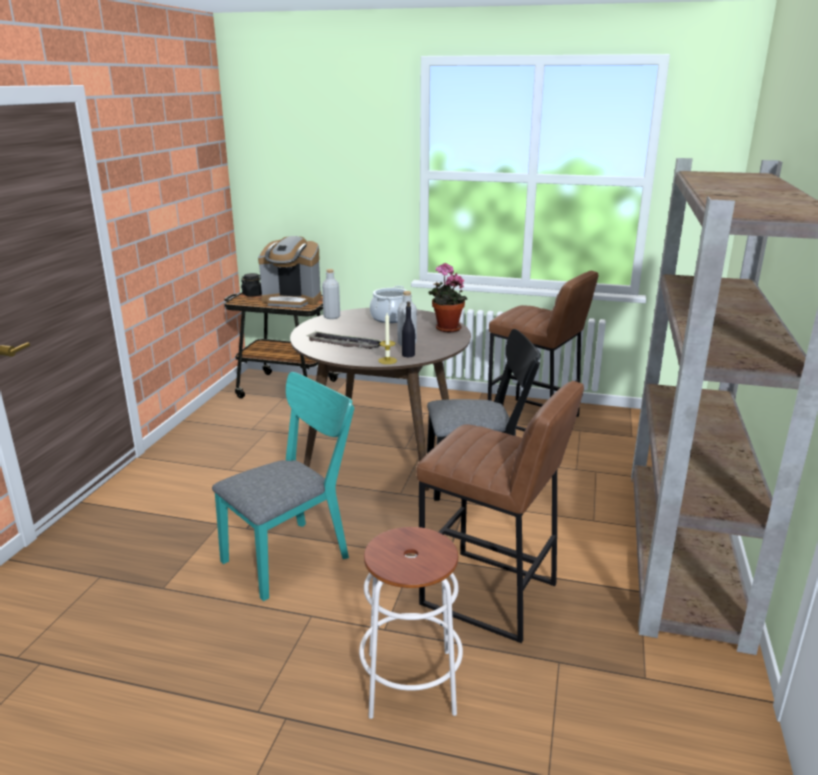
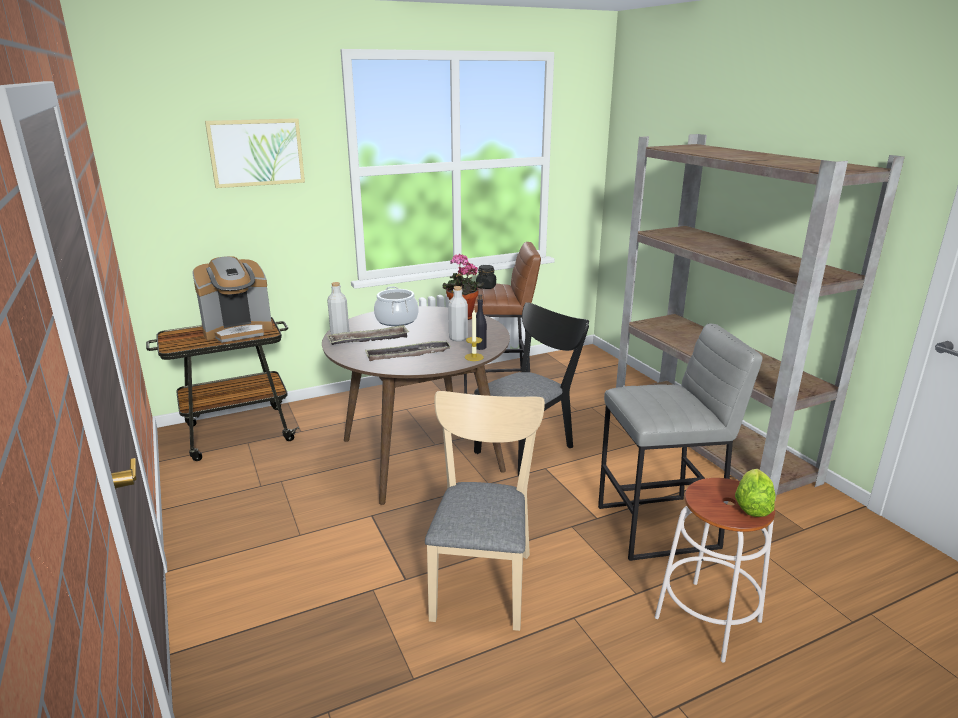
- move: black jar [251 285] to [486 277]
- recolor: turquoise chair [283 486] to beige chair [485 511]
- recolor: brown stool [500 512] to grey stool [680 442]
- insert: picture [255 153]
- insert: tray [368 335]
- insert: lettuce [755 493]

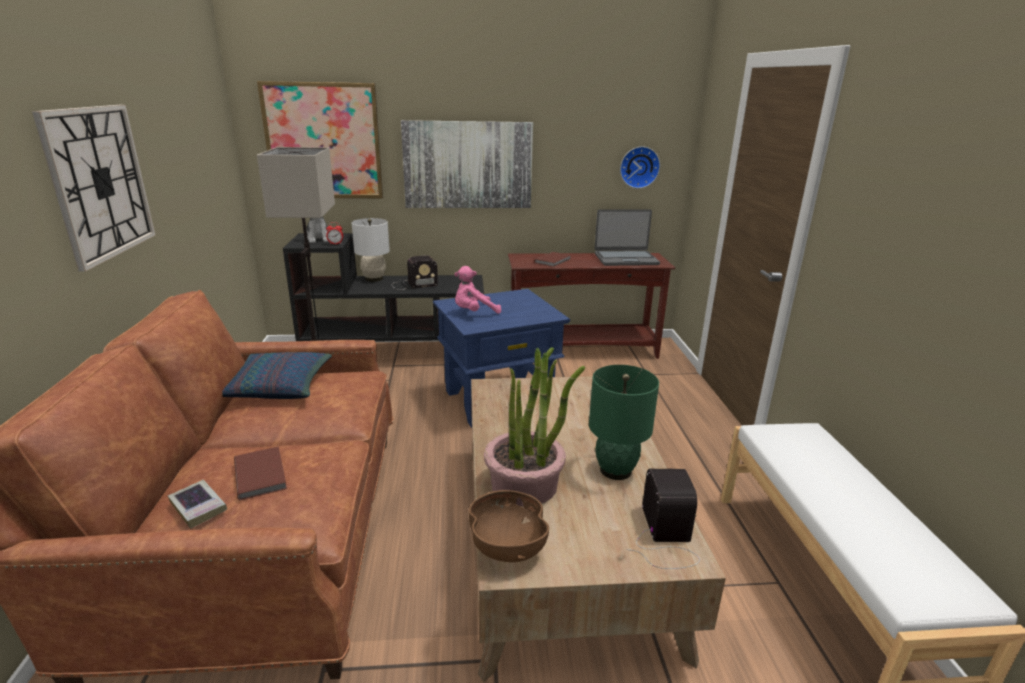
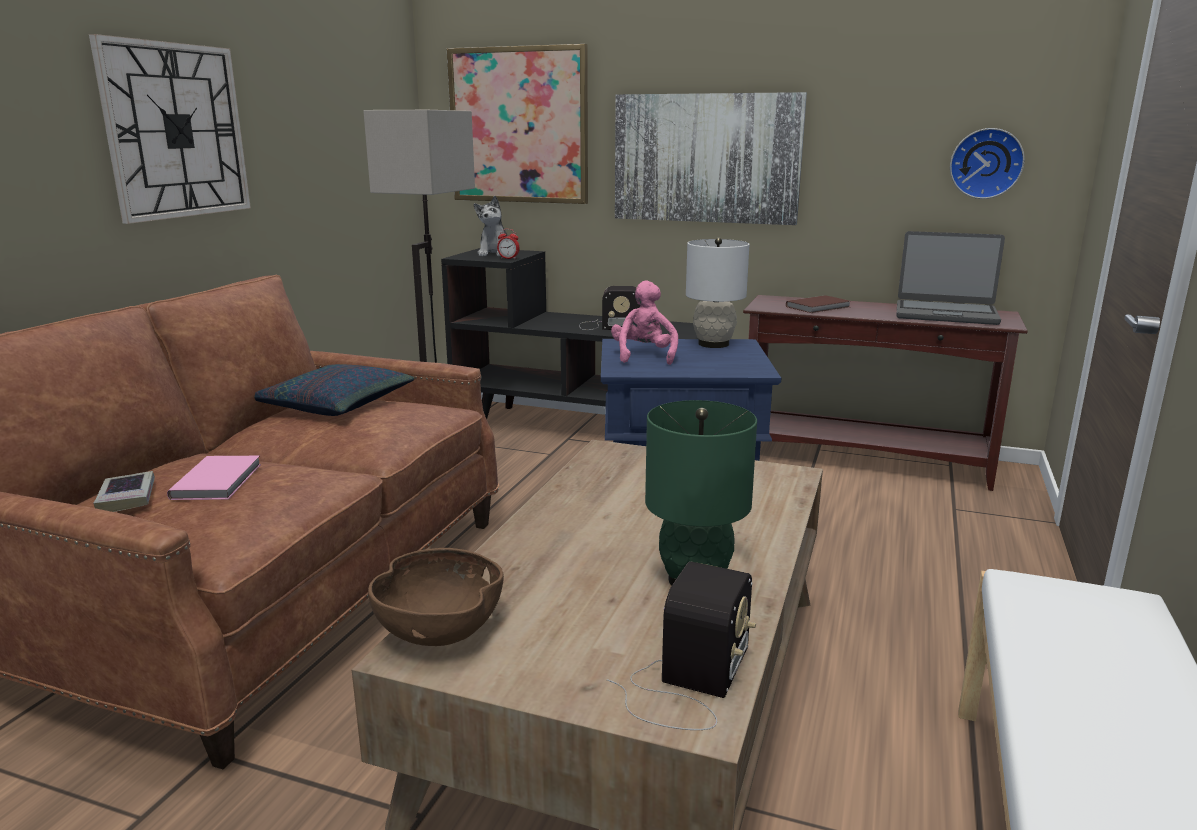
- move: white table lamp [371 250] to [717 293]
- rotate: pink plush toy [477 290] = [644 323] 90 degrees clockwise
- delete: potted plant [534 426]
- recolor: brown book [260 473] to pink book [214 478]

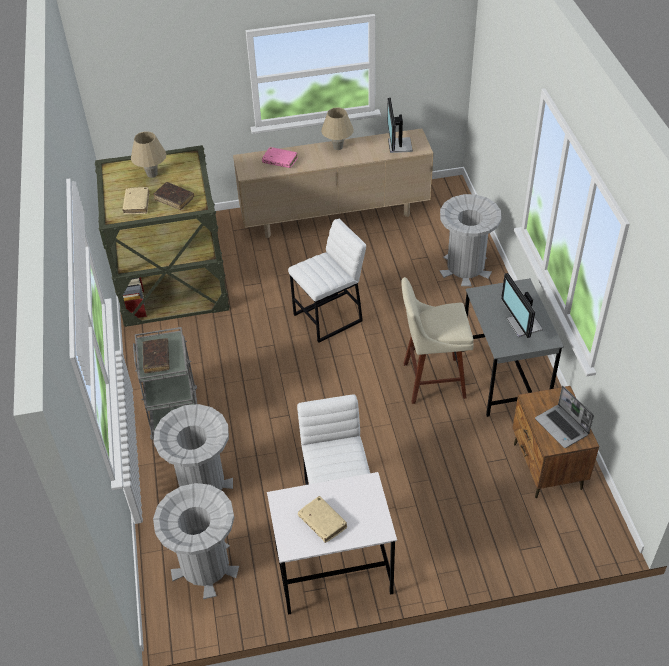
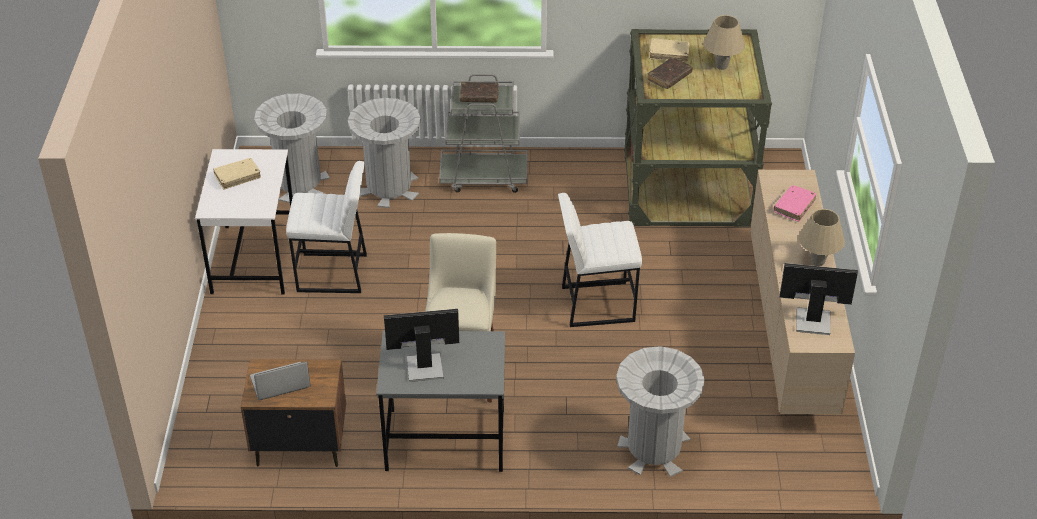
- rotate: white chair [327 281] = [600 260] 105 degrees clockwise

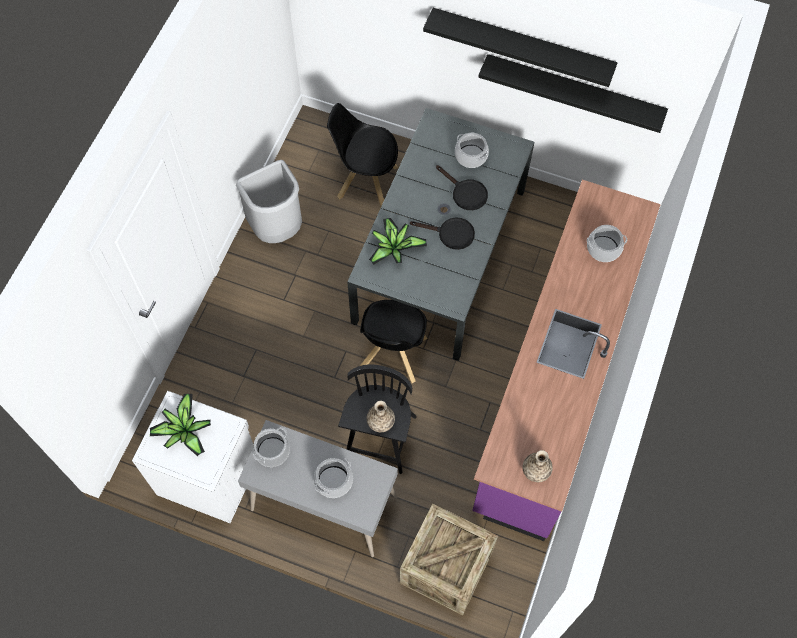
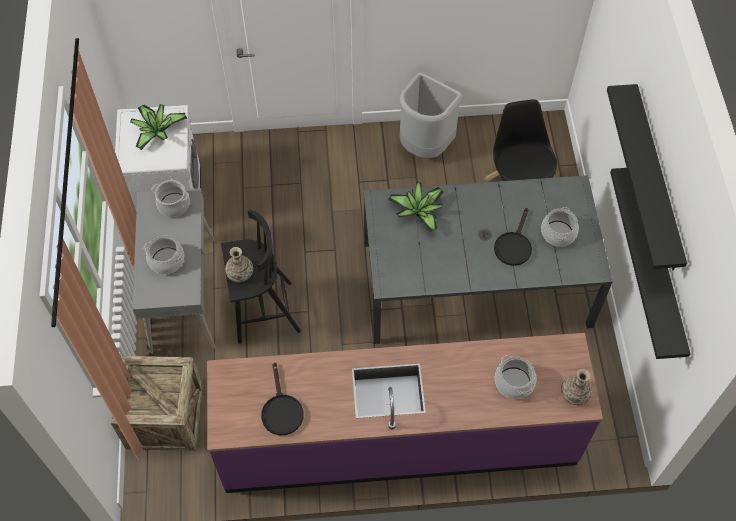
- move: black frying pan [442 233] to [282 398]
- delete: black chair [394 341]
- move: vase [537 466] to [576 387]

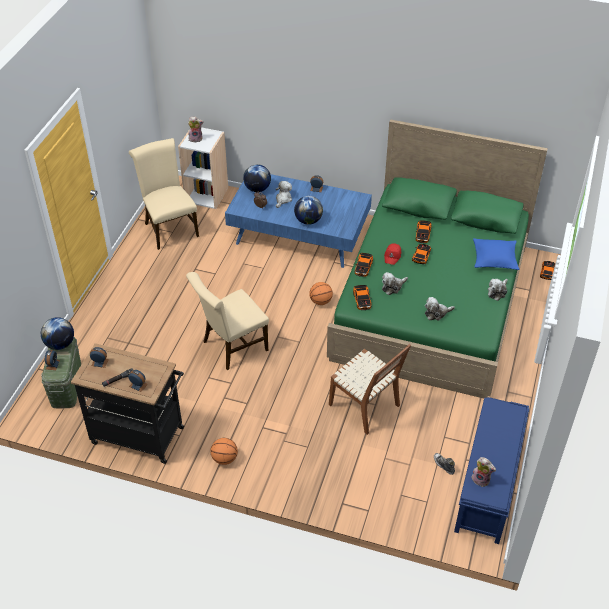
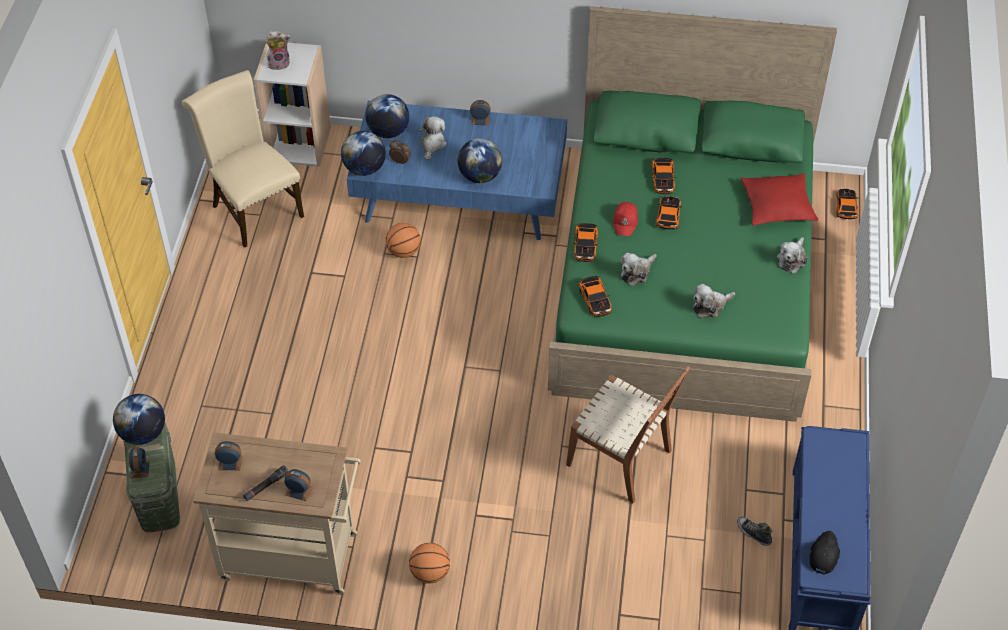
- recolor: blue pillow [496 254] to red pillow [779 199]
- delete: beige chair [227 321]
- move: basketball [321 293] to [403 240]
- recolor: black cart [127 403] to beige cart [277 514]
- replace: plush toy [483 472] to black cap [825 553]
- insert: globe [363 153]

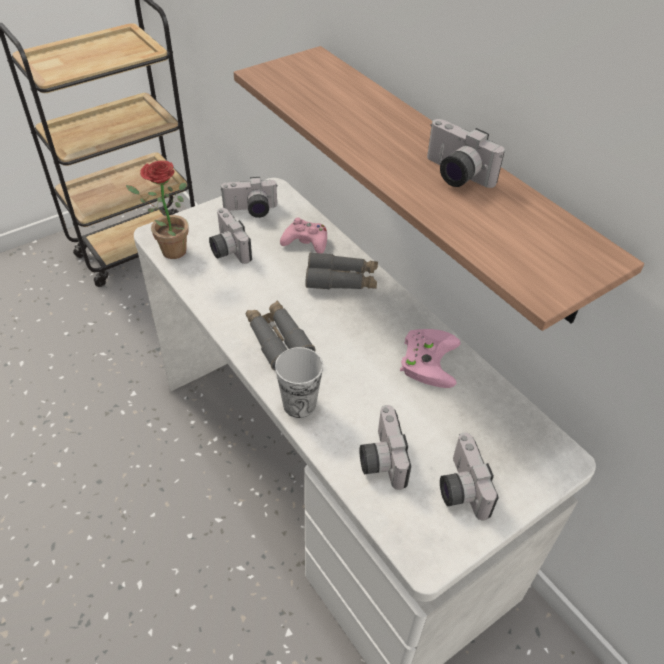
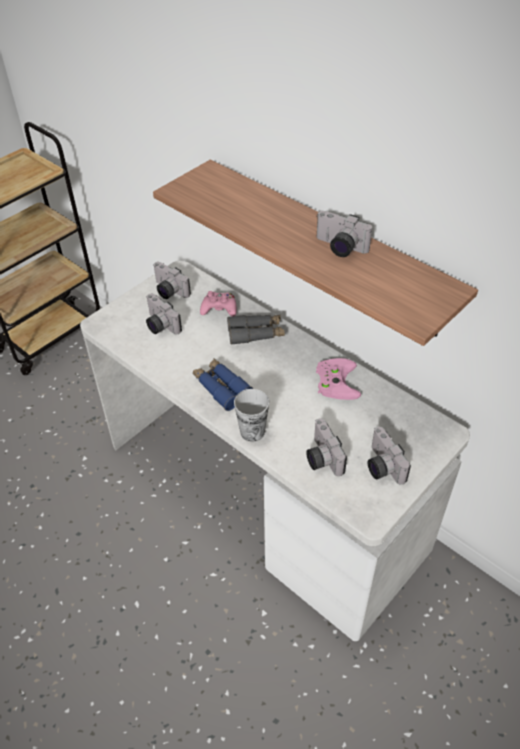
- delete: potted plant [157 210]
- rotate: photo camera [249 197] = [172 280] 60 degrees clockwise
- recolor: grey binoculars [281 335] to blue binoculars [223 385]

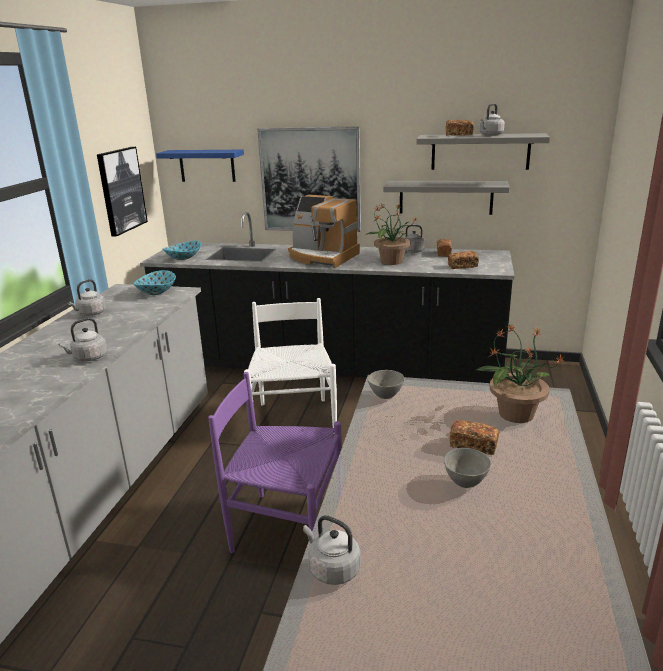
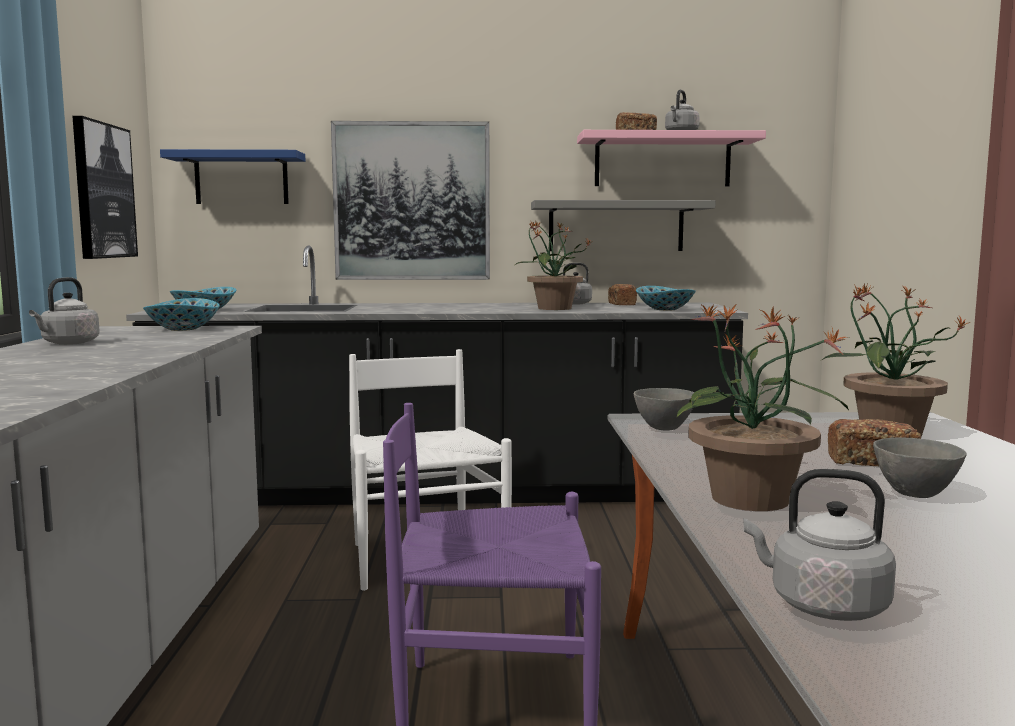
- recolor: grey shelf [483 151] to pink shelf [671 158]
- delete: coffee machine [324 231]
- replace: bread [463 260] to bowl [666 298]
- delete: grey kettle [83 339]
- insert: potted plant [762 407]

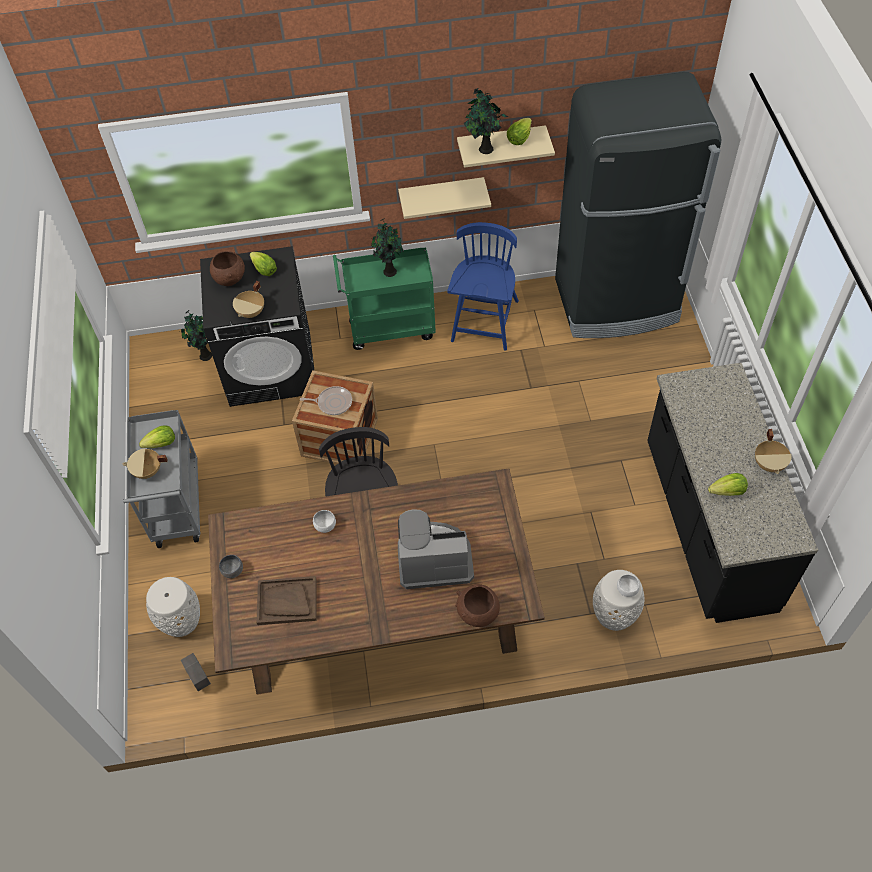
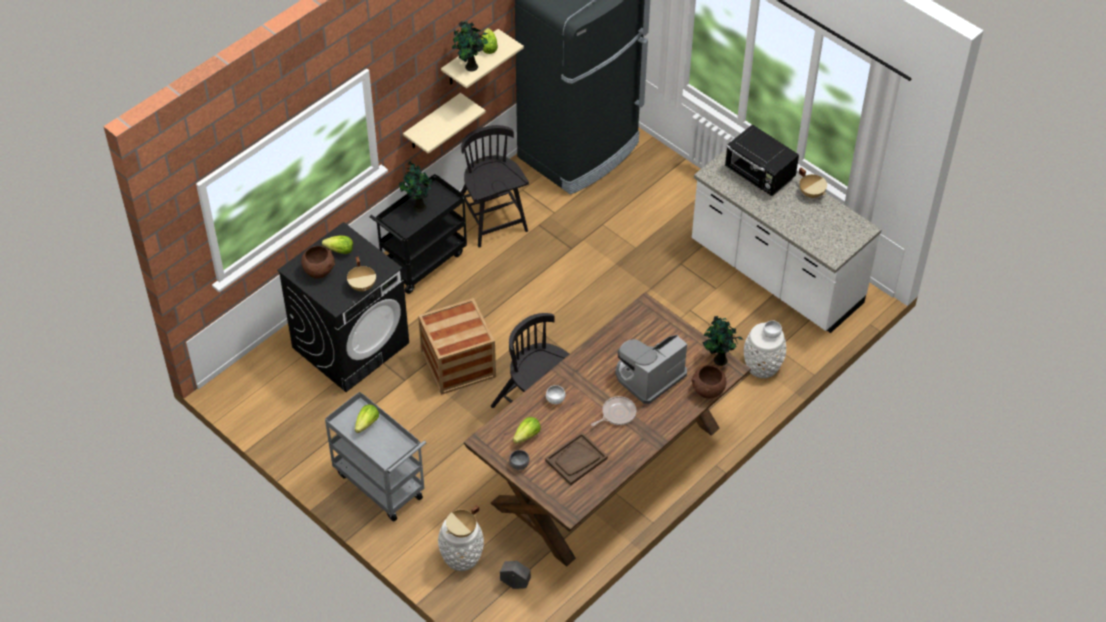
- recolor: blue chair [483 286] to black chair [495 186]
- recolor: green cart [384 298] to black cart [418 234]
- move: potted plant [196 335] to [722 341]
- recolor: black counter [732 493] to white counter [787 241]
- move: frying pan [326 400] to [613 411]
- move: beige cooking pot [145 464] to [462 521]
- move: lettuce [728 484] to [527 430]
- insert: black microwave [762 160]

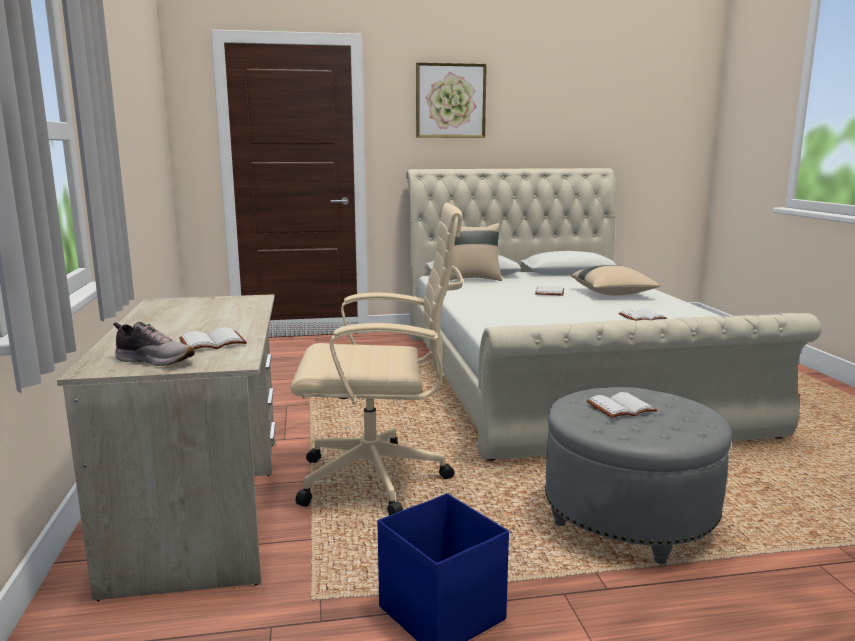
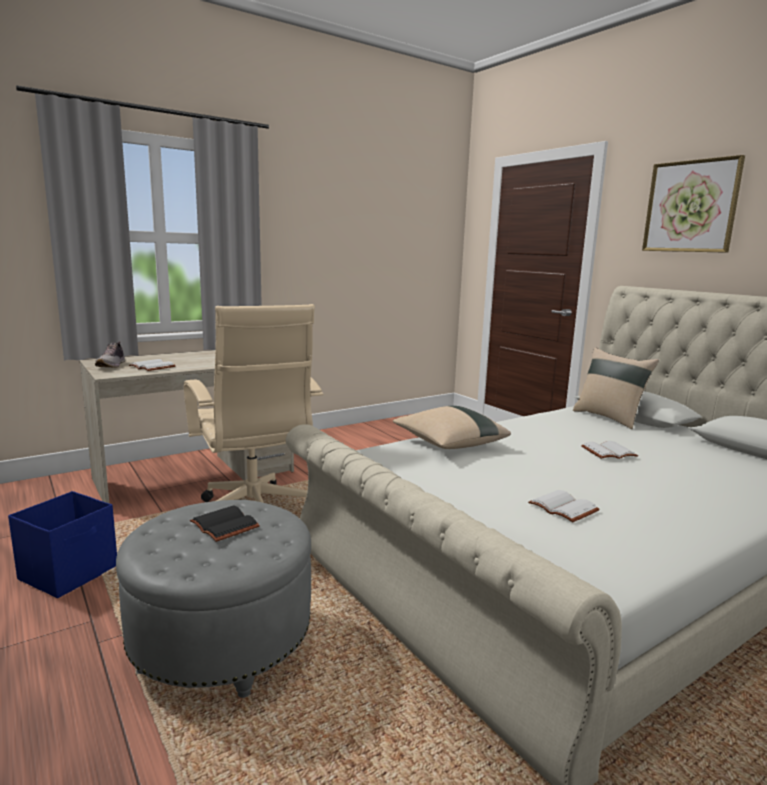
- move: beige pillow [615 280] to [452 427]
- recolor: white book [622 405] to black book [225 523]

